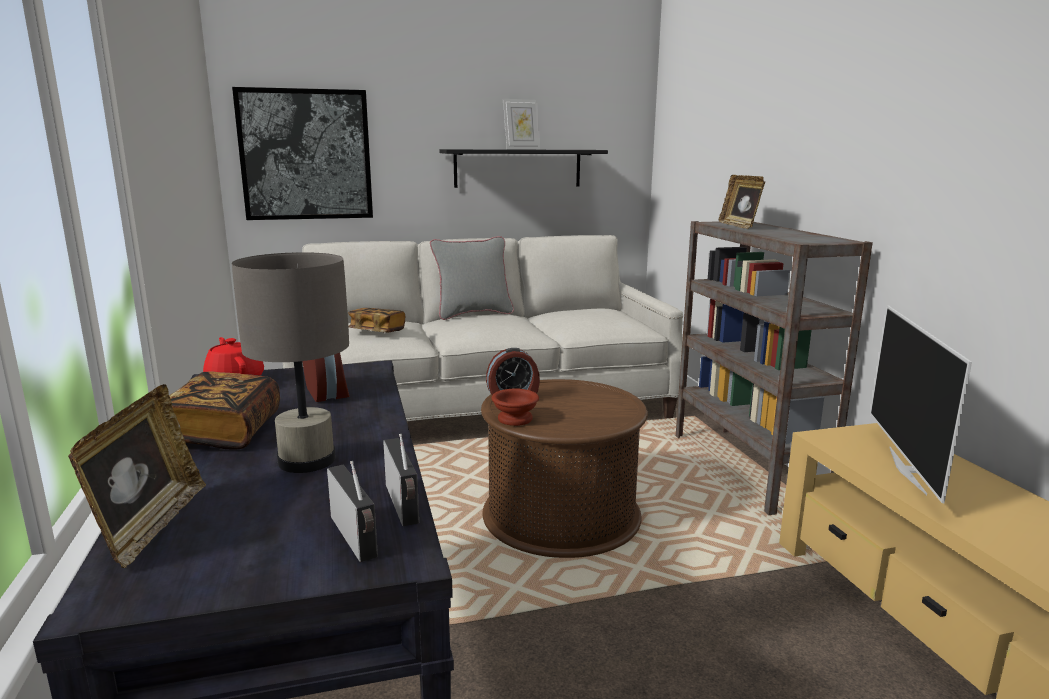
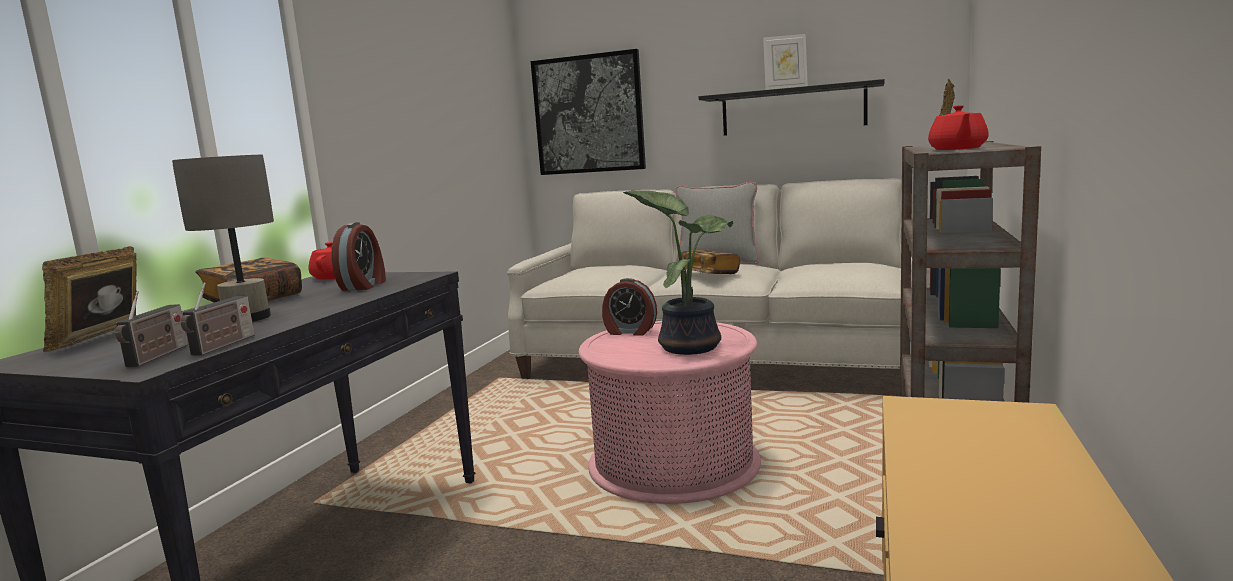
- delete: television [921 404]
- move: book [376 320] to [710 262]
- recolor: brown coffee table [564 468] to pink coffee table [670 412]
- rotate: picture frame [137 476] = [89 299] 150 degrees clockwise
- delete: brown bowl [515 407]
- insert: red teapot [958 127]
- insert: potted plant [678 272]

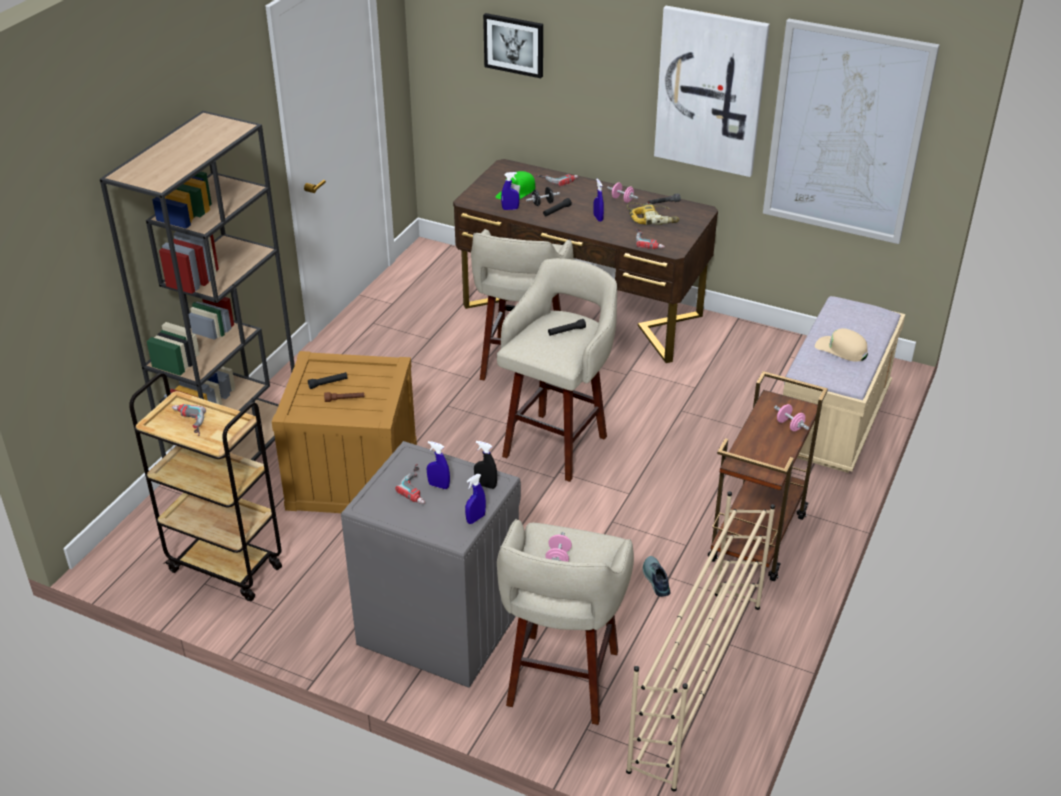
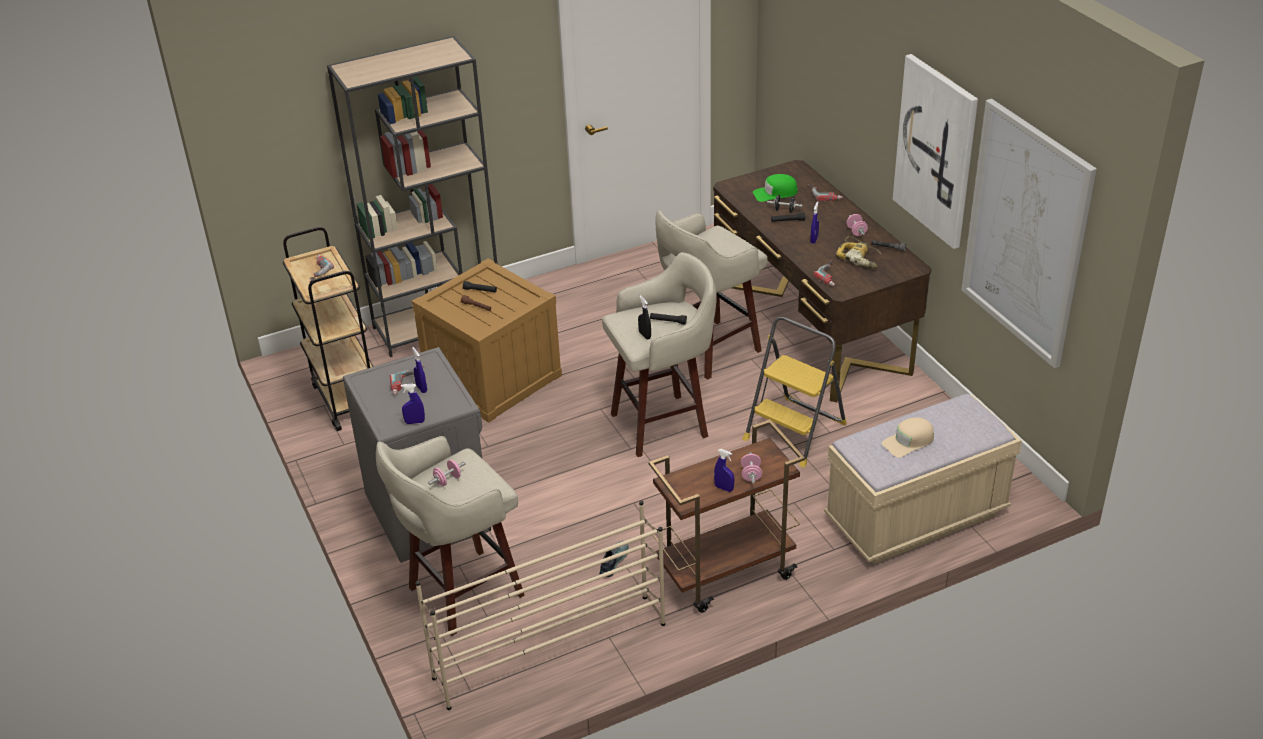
- delete: picture [513 45]
- move: blue spray bottle [510 191] to [724 470]
- rotate: beige cap [841 345] = [908 437] 105 degrees counterclockwise
- move: black spray bottle [485 465] to [644 318]
- insert: yellow step ladder [794 392]

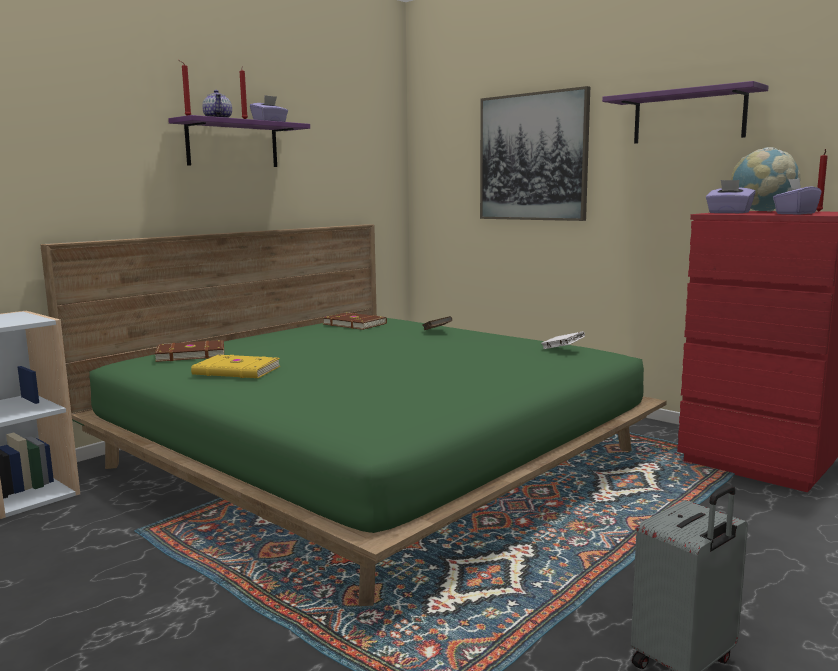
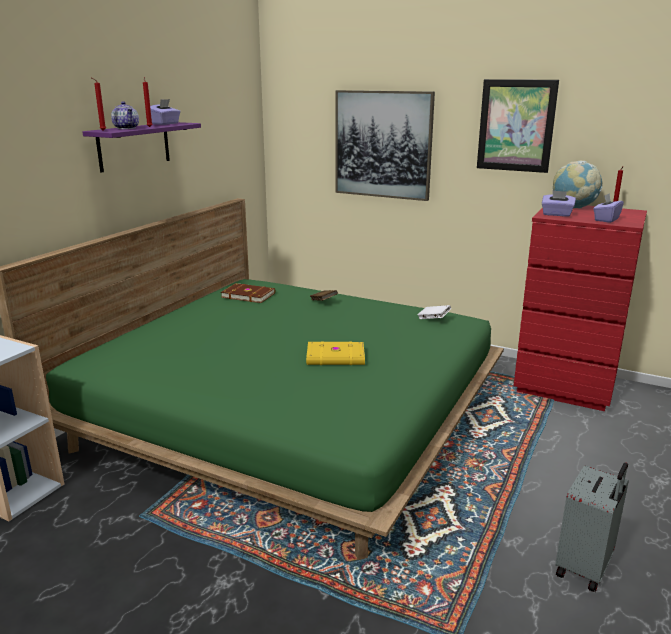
- replace: purple shelf [685 112] to picture [518 126]
- delete: brown book [189 351]
- move: yellow book [235 366] to [335 353]

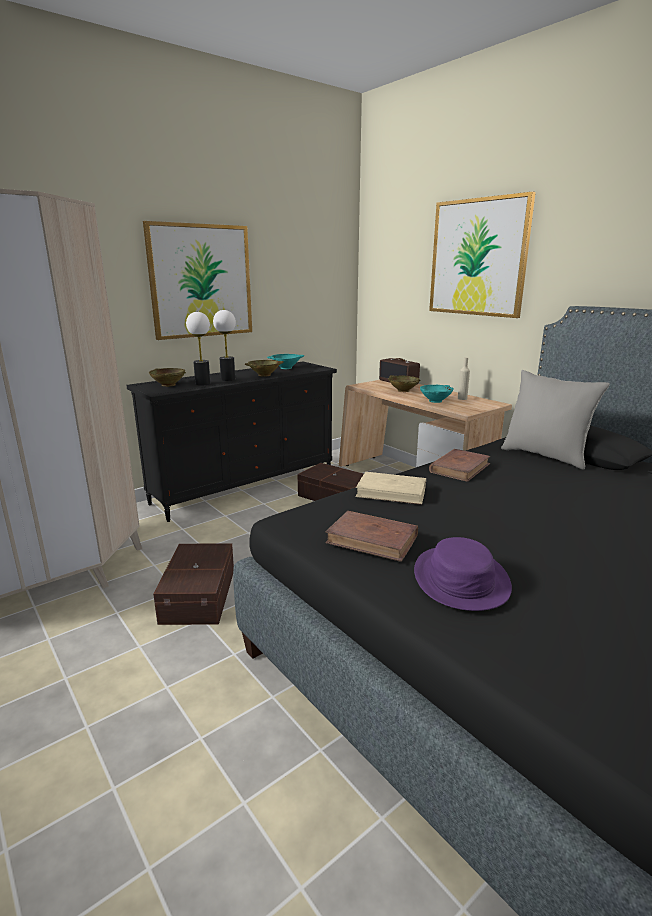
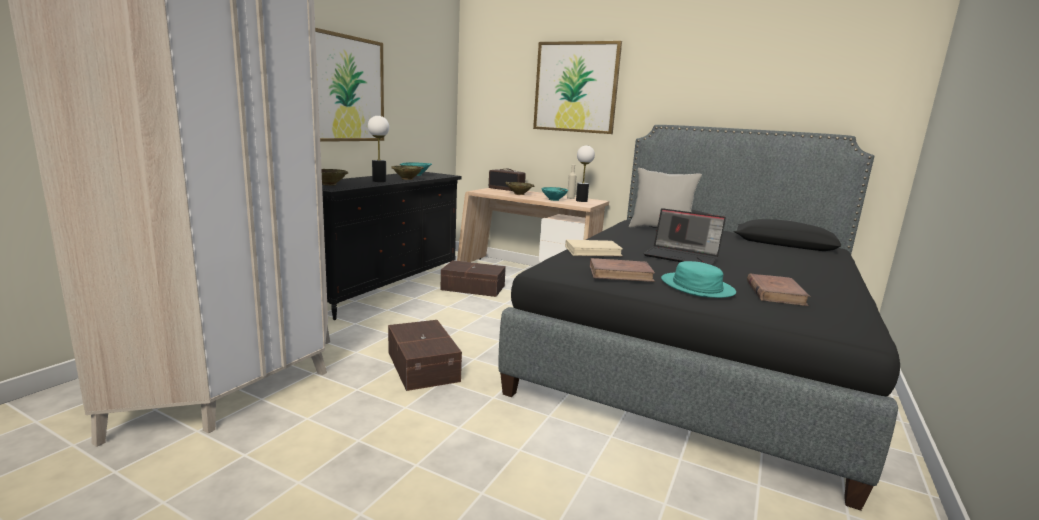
- move: table lamp [198 349] to [585 173]
- move: brown book [459 465] to [778 290]
- recolor: purple hat [463 574] to turquoise hat [698 279]
- insert: laptop [684 236]

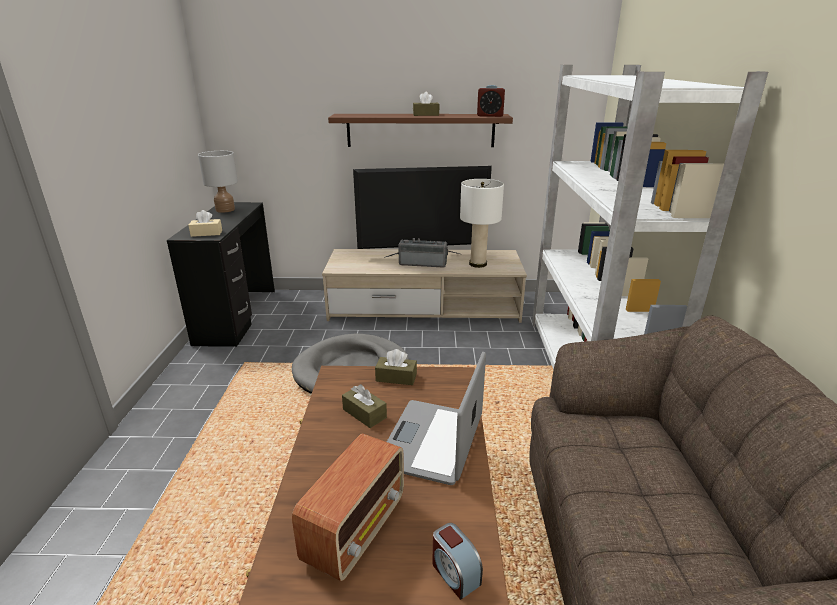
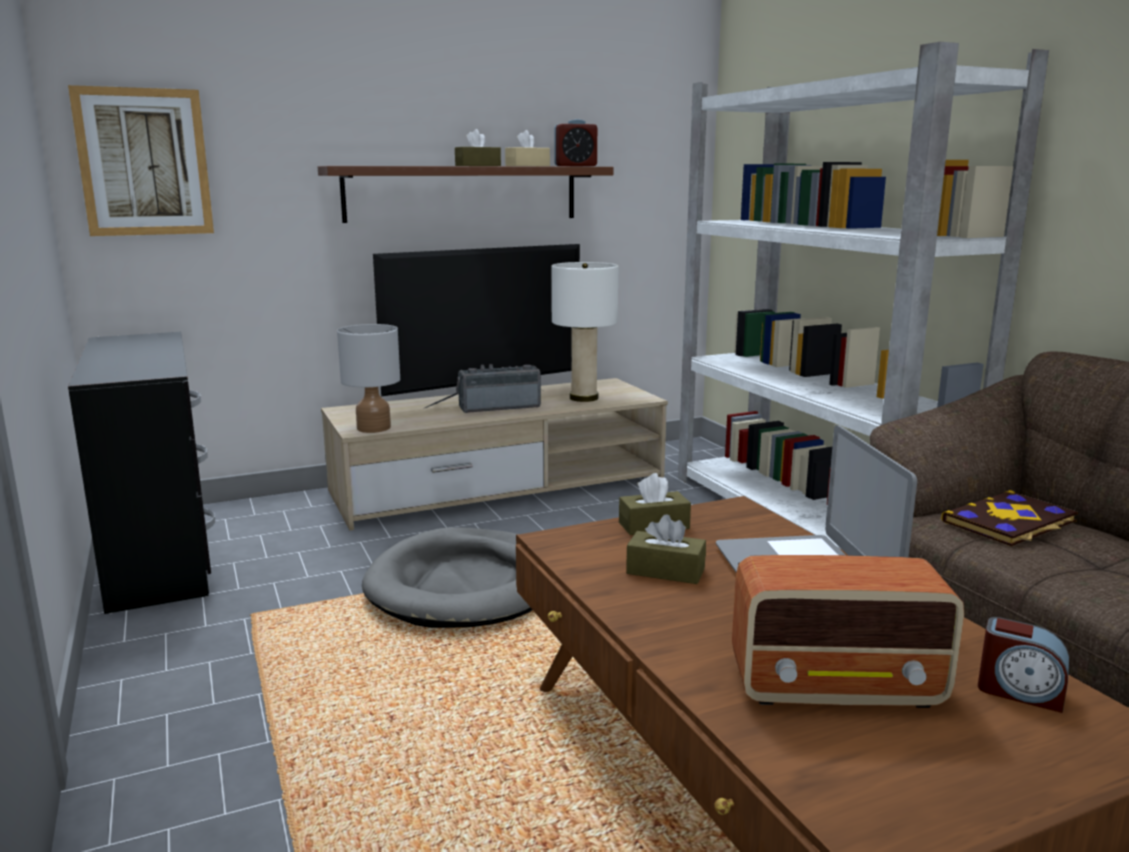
- move: grey table lamp [218 182] to [368 378]
- move: beige tissue box [205 223] to [527 148]
- rotate: radio [348 507] = [848 631] 90 degrees clockwise
- insert: picture [141 160]
- insert: book [1009 518]

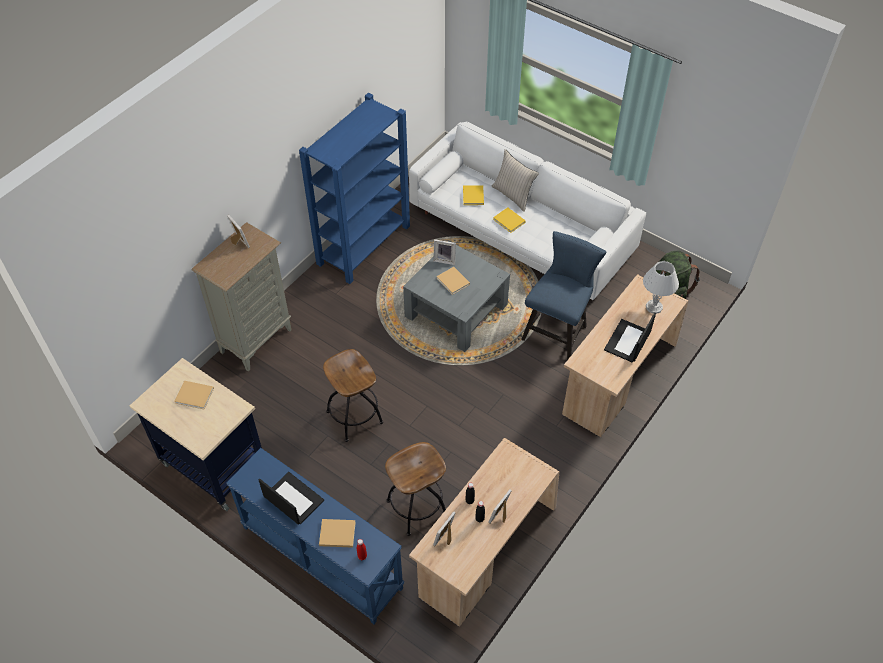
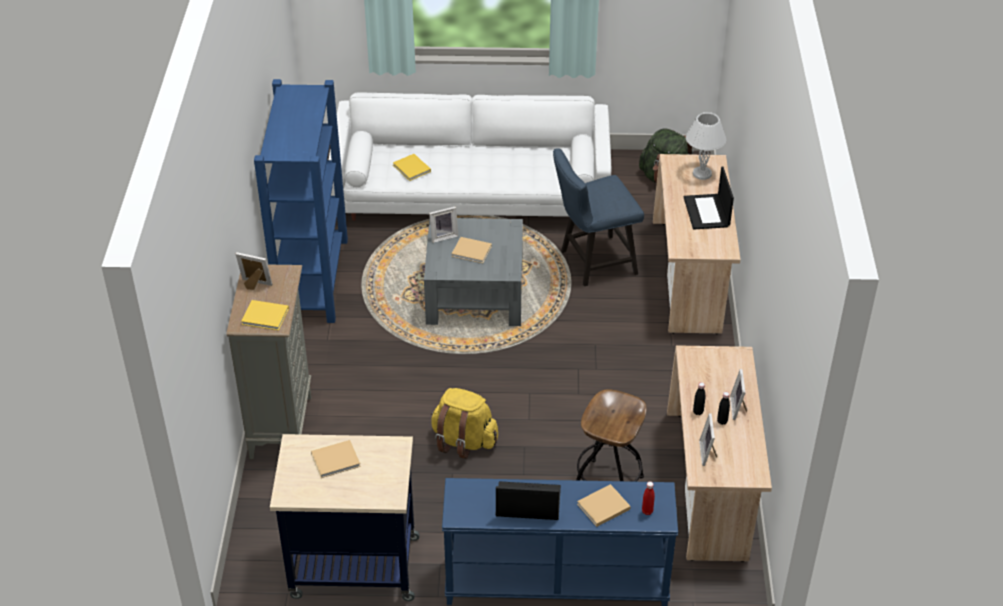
- delete: beige pillow [515 180]
- move: yellow book [509 220] to [265 315]
- rotate: blue chair [564 295] = [598 217] 105 degrees counterclockwise
- replace: brown stool [353 395] to yellow backpack [464 423]

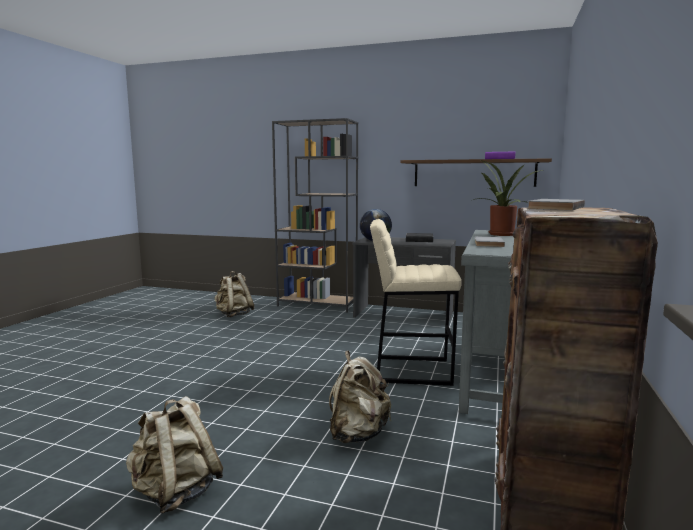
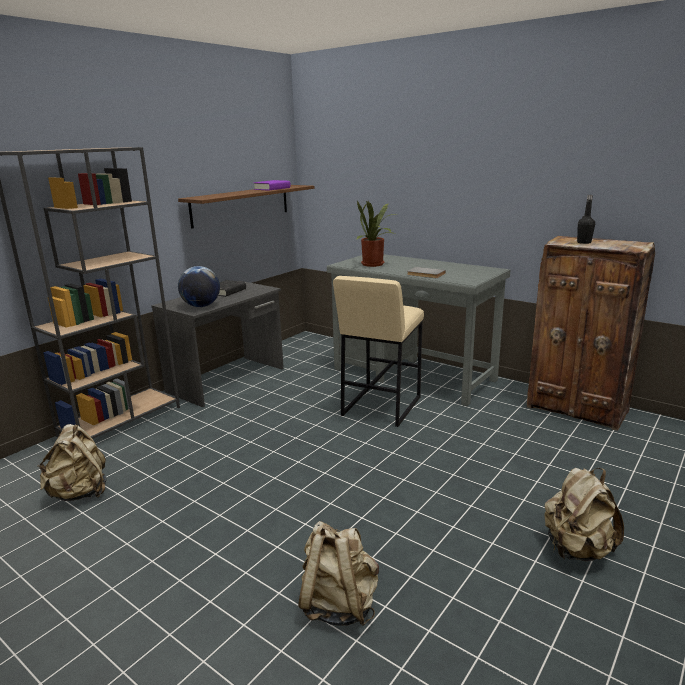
- replace: grey book [556 205] to black bottle [586 219]
- move: beige backpack [360 396] to [338 573]

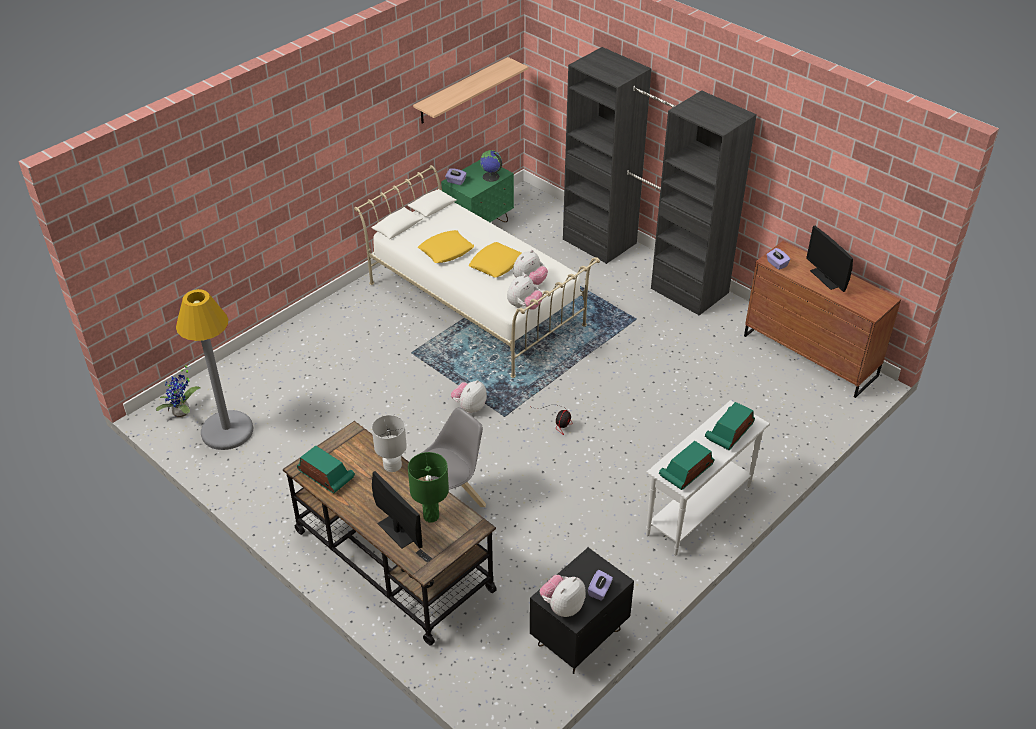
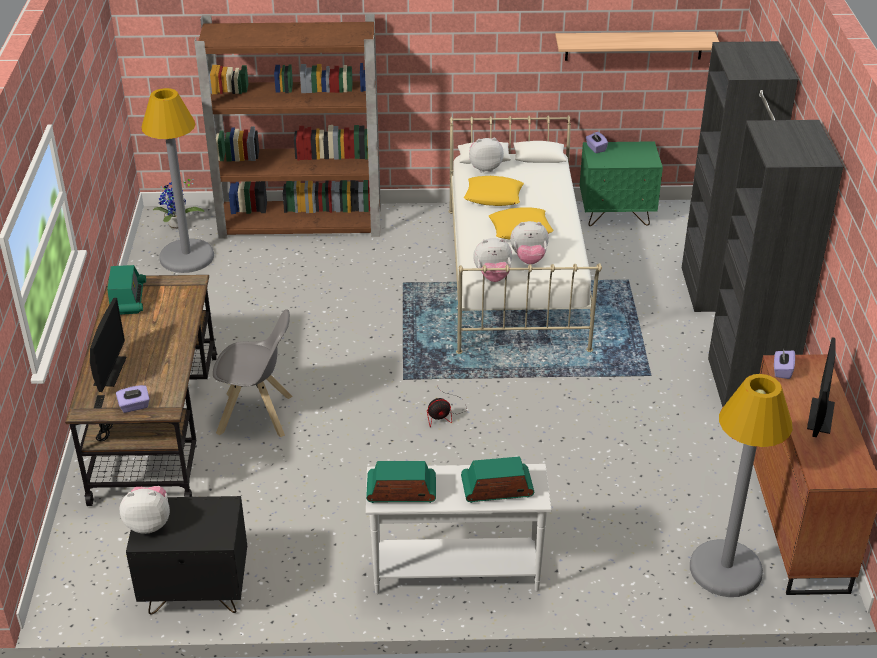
- delete: globe [491 166]
- move: plush toy [469 396] to [486 155]
- delete: grey table lamp [389 443]
- delete: green table lamp [428 487]
- move: purple tissue box [600 585] to [133 399]
- insert: brown bookcase [287 126]
- insert: grey floor lamp [741 485]

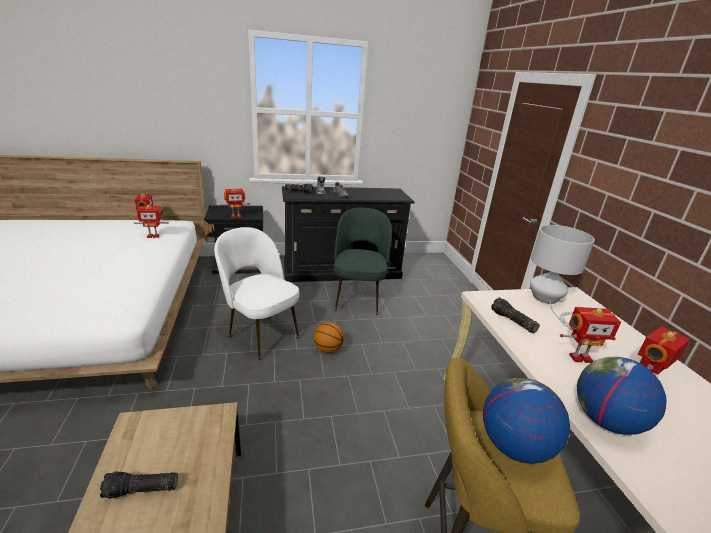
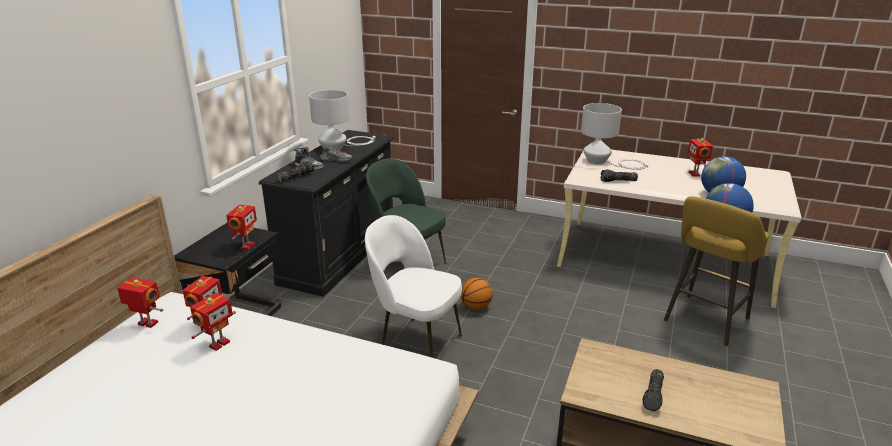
- rotate: white chair [256 293] = [413 286] 45 degrees clockwise
- move: toy robot [590 335] to [213 322]
- insert: white table lamp [342 120]

